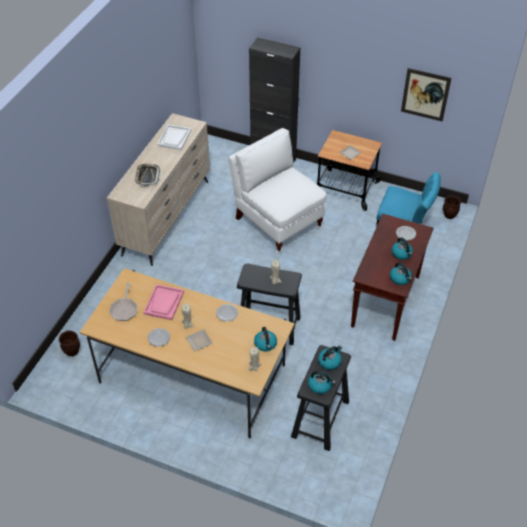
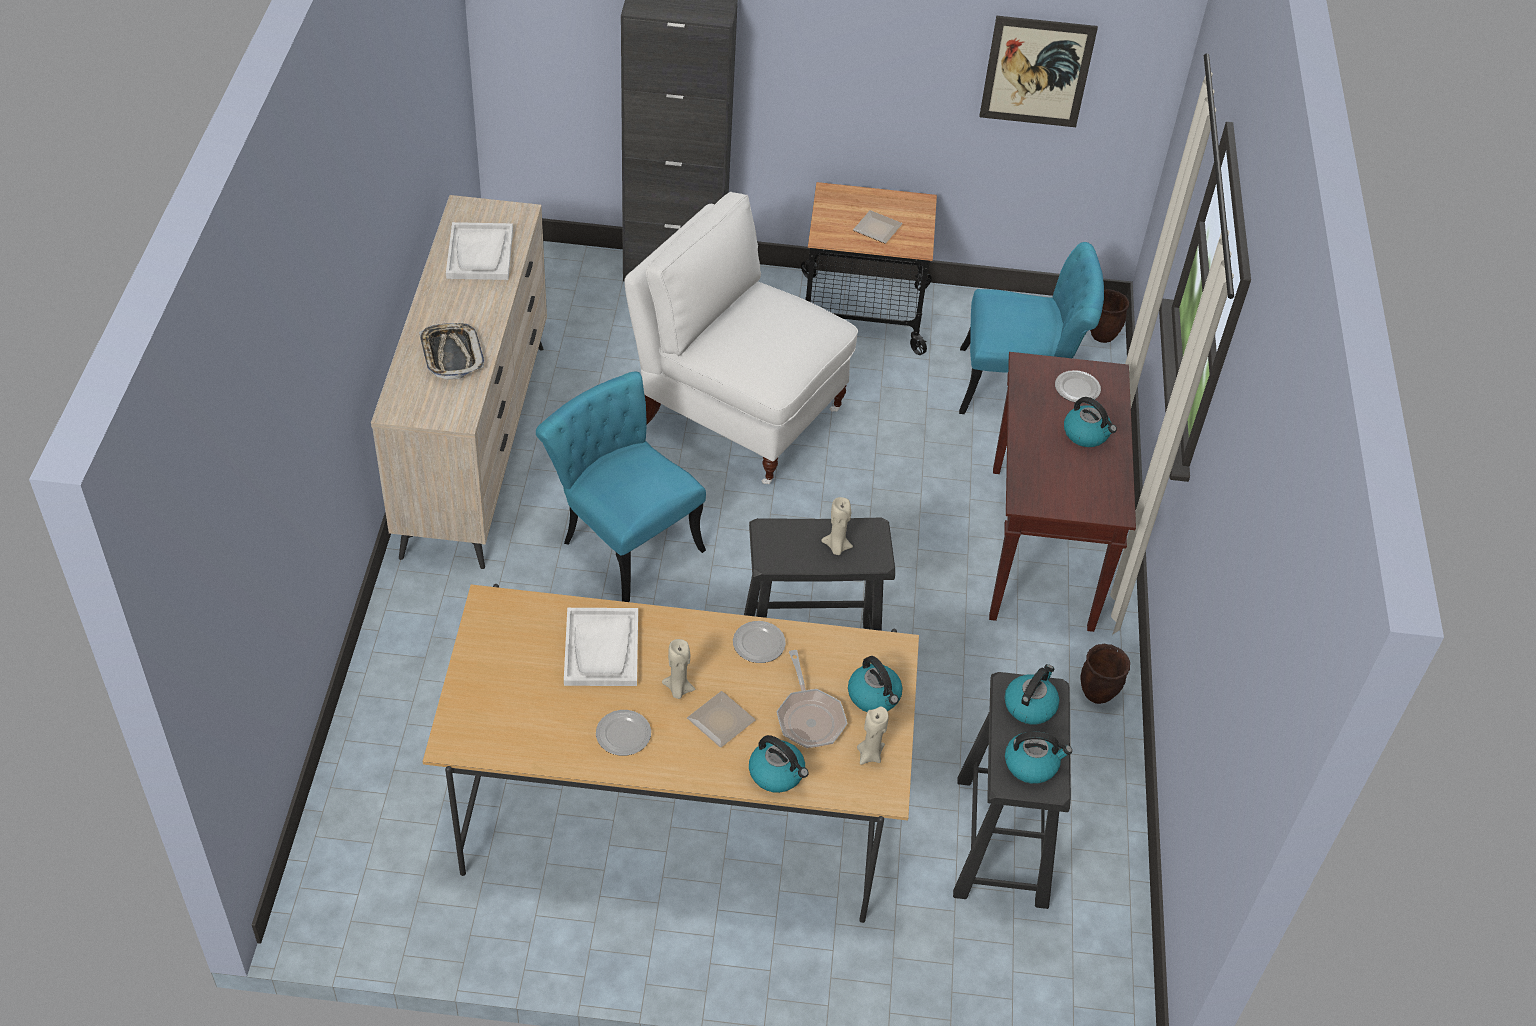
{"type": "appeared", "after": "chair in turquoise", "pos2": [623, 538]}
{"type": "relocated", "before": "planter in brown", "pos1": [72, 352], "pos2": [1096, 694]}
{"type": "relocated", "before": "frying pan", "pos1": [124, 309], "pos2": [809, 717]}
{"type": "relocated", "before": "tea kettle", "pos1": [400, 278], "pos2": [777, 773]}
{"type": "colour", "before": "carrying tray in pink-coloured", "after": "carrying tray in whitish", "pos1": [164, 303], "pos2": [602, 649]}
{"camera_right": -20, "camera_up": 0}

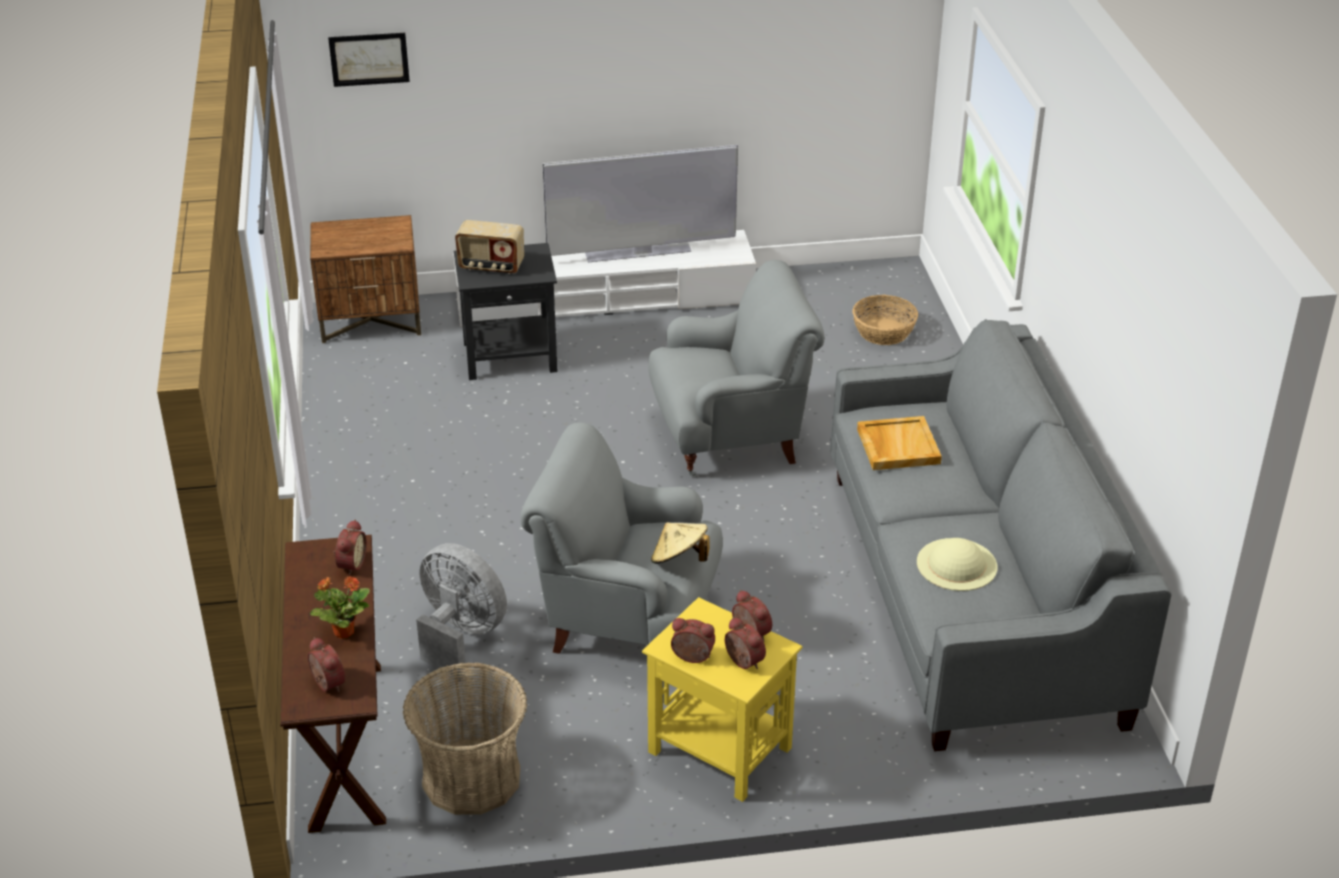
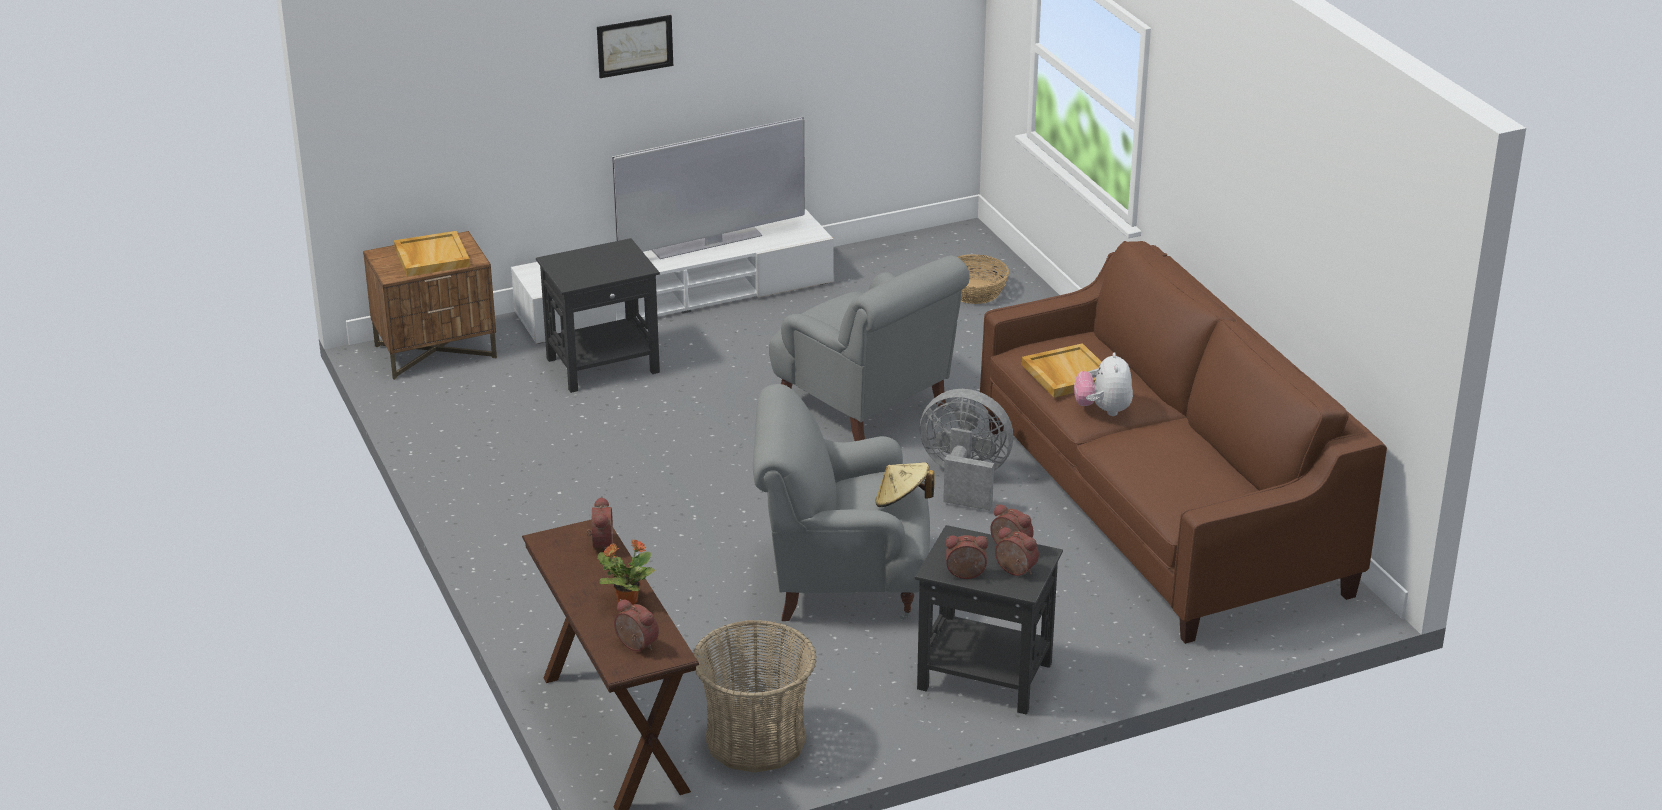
{"type": "missing", "before": "radio", "pos1": [491, 266]}
{"type": "missing", "before": "hat in sand-coloured", "pos1": [957, 564]}
{"type": "appeared", "after": "carrying tray in sand-coloured", "pos2": [431, 257]}
{"type": "appeared", "after": "cuddly toy", "pos2": [1103, 410]}
{"type": "relocated", "before": "wall picture", "pos1": [369, 59], "pos2": [635, 46]}
{"type": "relocated", "before": "electric fan in gray", "pos1": [460, 635], "pos2": [965, 480]}
{"type": "colour", "before": "side table in yellow-coloured", "after": "side table in blackish", "pos1": [718, 749], "pos2": [983, 675]}
{"type": "colour", "before": "couch in gray", "after": "couch in brown", "pos1": [971, 593], "pos2": [1161, 508]}
{"type": "spun", "before": "armchair in gray", "pos1": [731, 437], "pos2": [866, 407], "turn": 75}
{"camera_right": -15, "camera_up": -5}

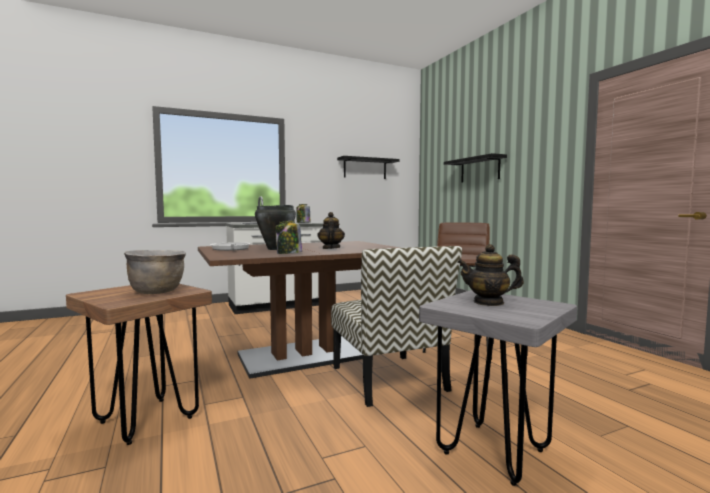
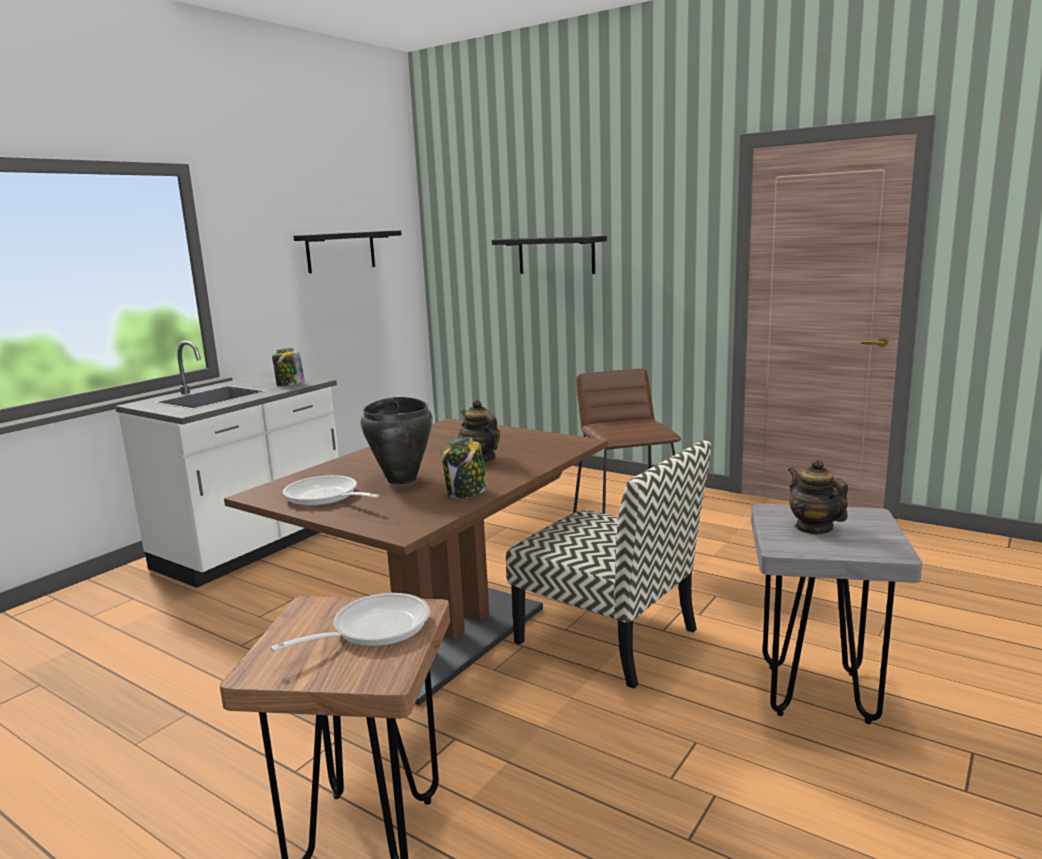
{"type": "exchanged", "before": "stockpot in brown", "after": "frying pan", "pos1": [157, 292], "pos2": [373, 629]}
{"type": "spun", "before": "pot for tea", "pos1": [488, 302], "pos2": [813, 528], "turn": 90}
{"camera_right": -30, "camera_up": 10}

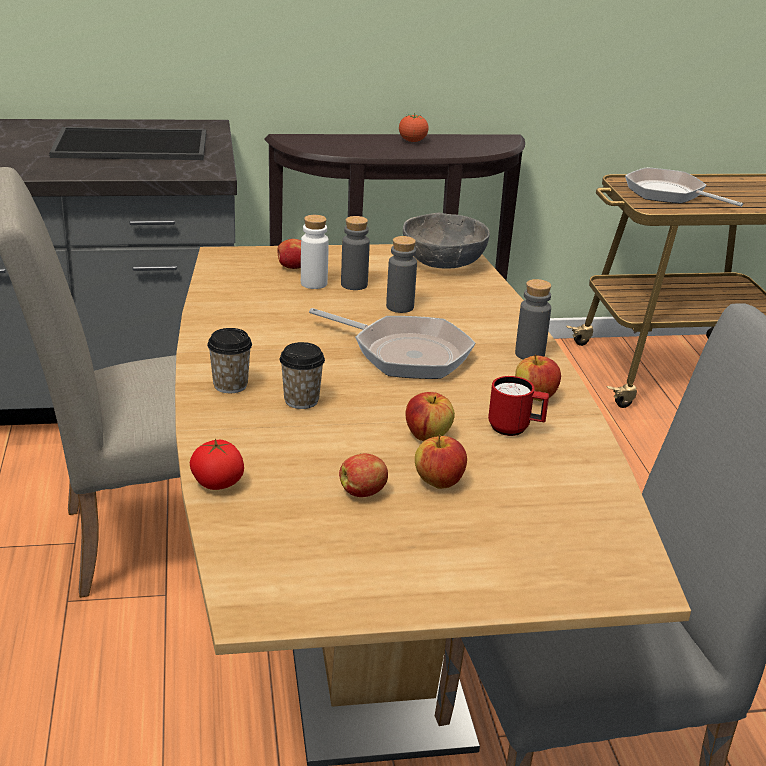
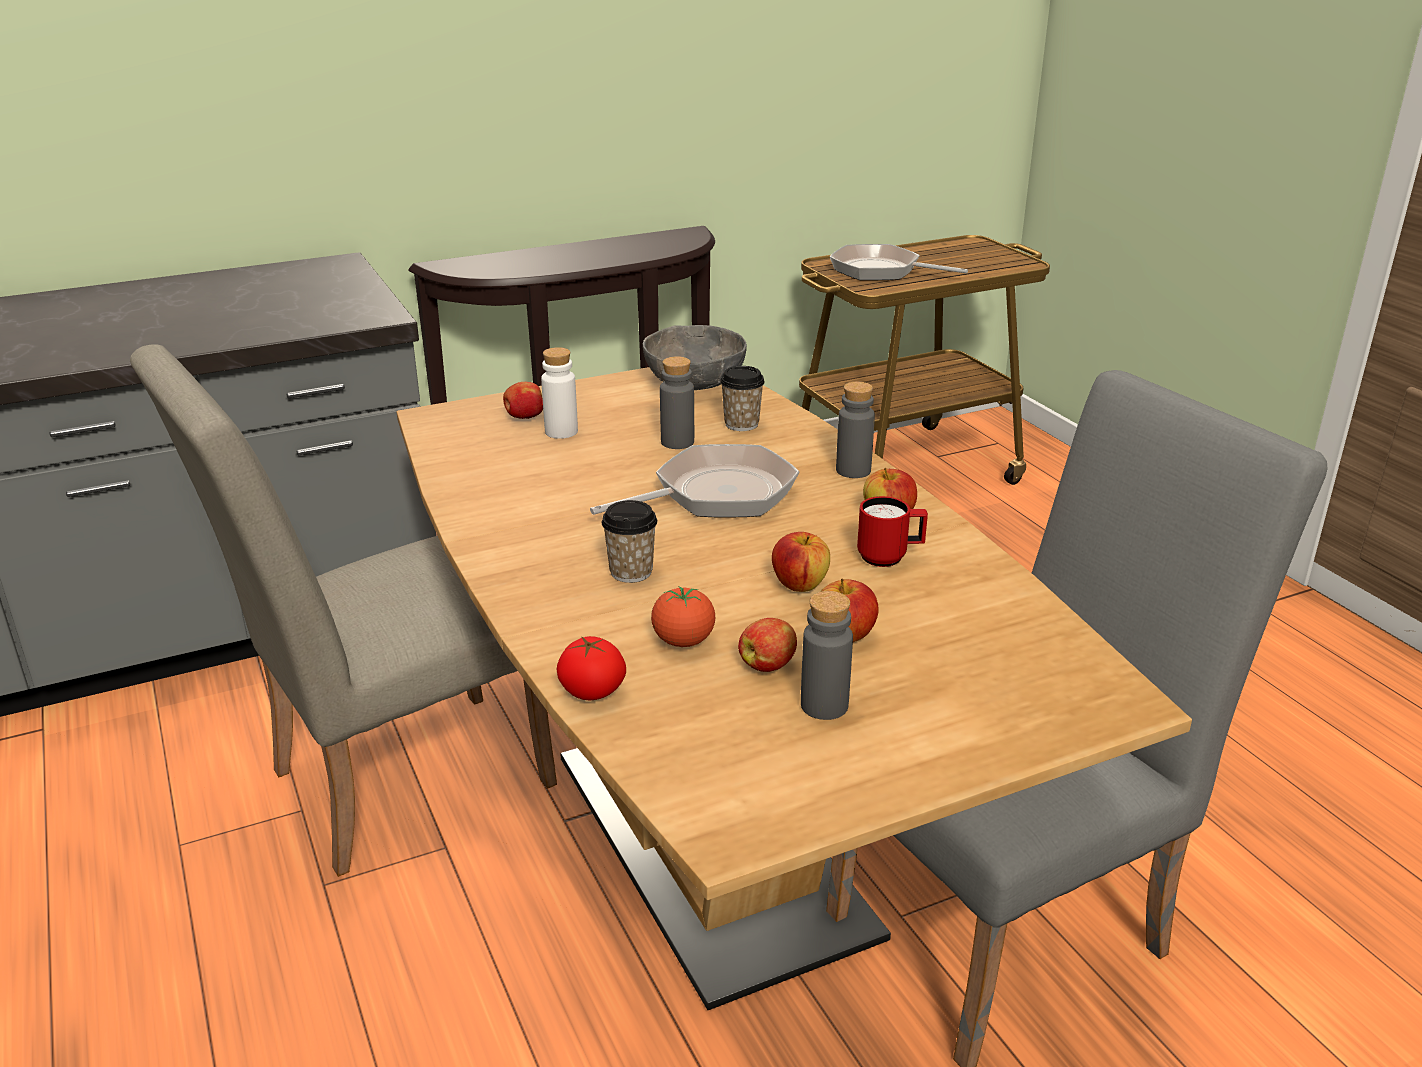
{"type": "missing", "before": "carrying tray", "pos1": [129, 146]}
{"type": "relocated", "before": "drinking cup", "pos1": [230, 385], "pos2": [741, 424]}
{"type": "relocated", "before": "beverage bottle in gray", "pos1": [354, 285], "pos2": [824, 705]}
{"type": "relocated", "before": "fresh tomato", "pos1": [412, 141], "pos2": [683, 641]}
{"type": "spun", "before": "frying pan", "pos1": [405, 353], "pos2": [716, 494], "turn": -45}
{"camera_right": -15, "camera_up": 0}

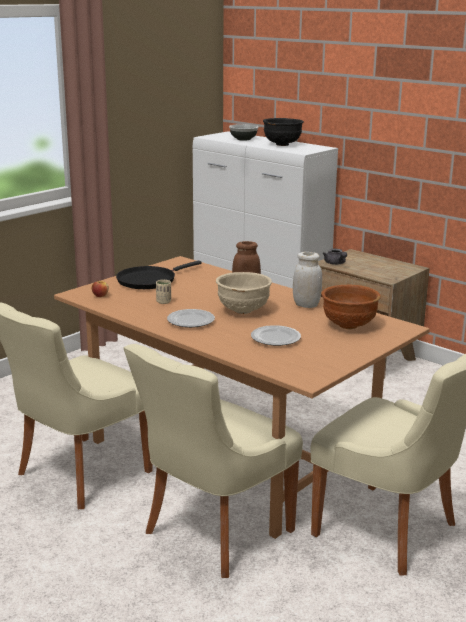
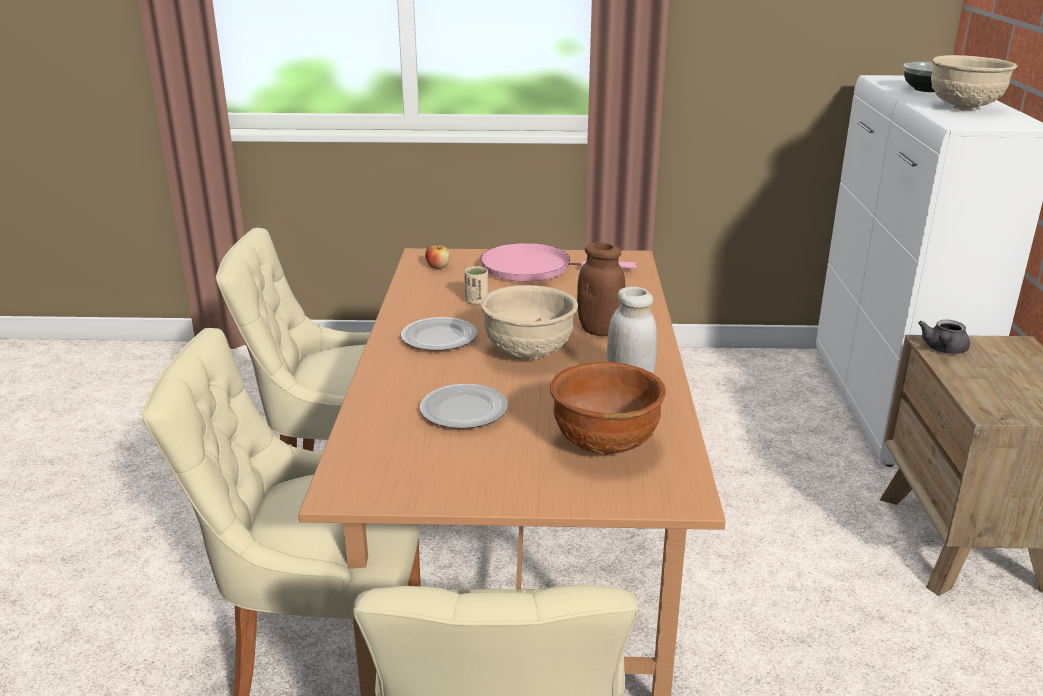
{"type": "colour", "before": "frying pan in blackish", "after": "frying pan in pink-coloured", "pos1": [149, 280], "pos2": [532, 268]}
{"type": "colour", "before": "deep dish in blackish", "after": "deep dish in sand-coloured", "pos1": [283, 145], "pos2": [965, 108]}
{"camera_right": 50, "camera_up": 5}

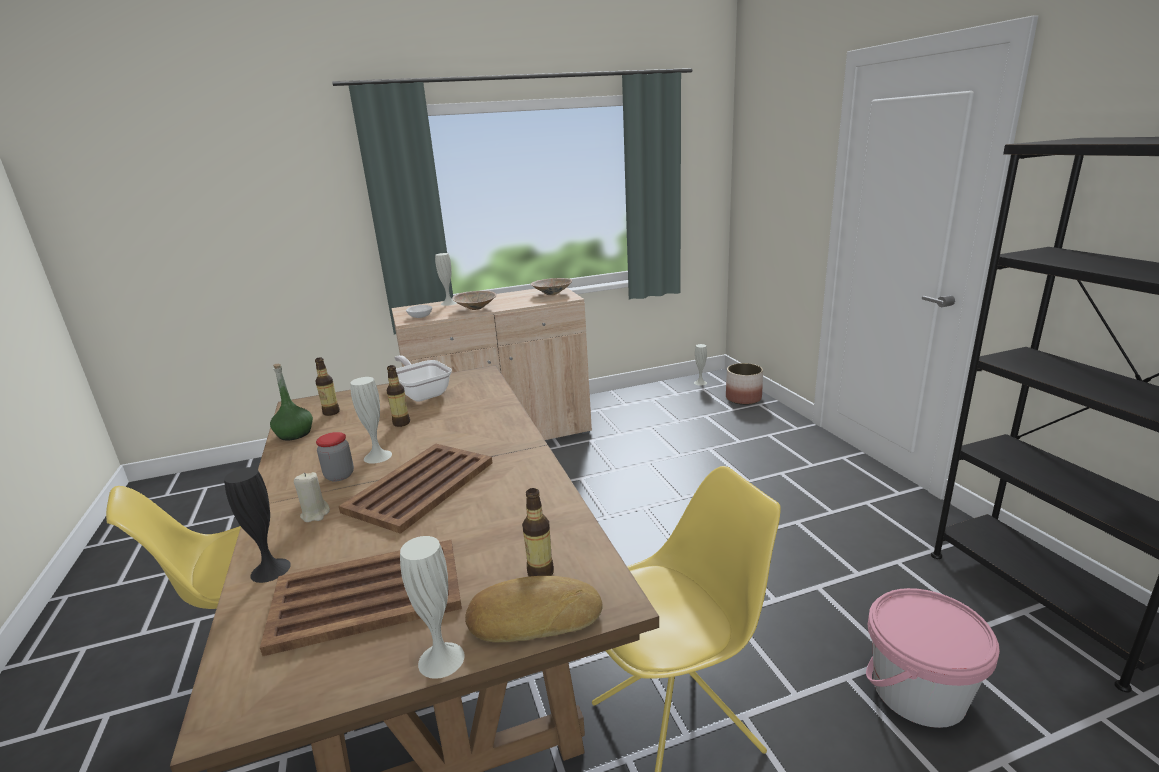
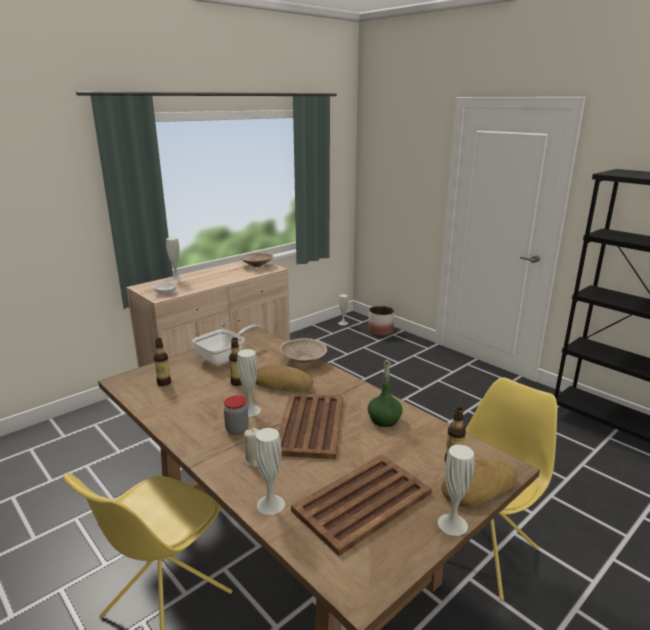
{"type": "missing", "before": "water bucket in pink-coloured", "pos1": [918, 691]}
{"type": "appeared", "after": "bakery bread", "pos2": [283, 383]}
{"type": "relocated", "before": "beverage bottle in green", "pos1": [295, 434], "pos2": [384, 419]}
{"type": "relocated", "before": "deep dish in sand-coloured", "pos1": [476, 309], "pos2": [304, 361]}
{"type": "colour", "before": "vase in blackish", "after": "vase in whitish", "pos1": [270, 570], "pos2": [270, 504]}
{"type": "spun", "before": "frying pan", "pos1": [422, 393], "pos2": [225, 357], "turn": 105}
{"camera_right": -25, "camera_up": 0}

